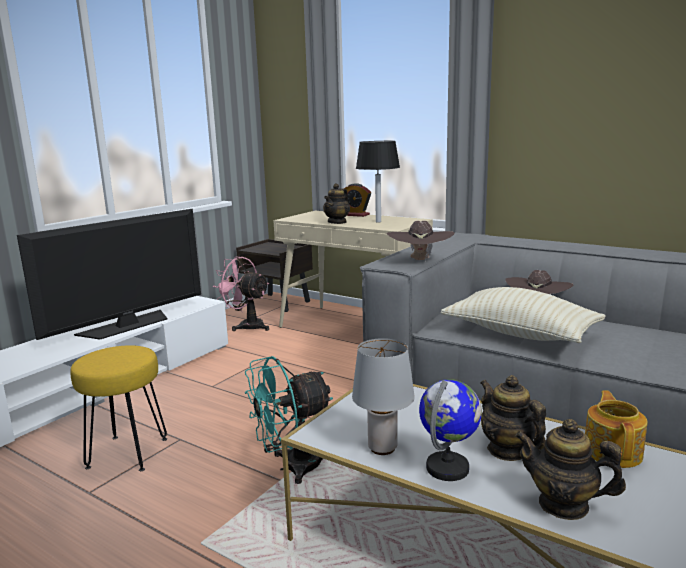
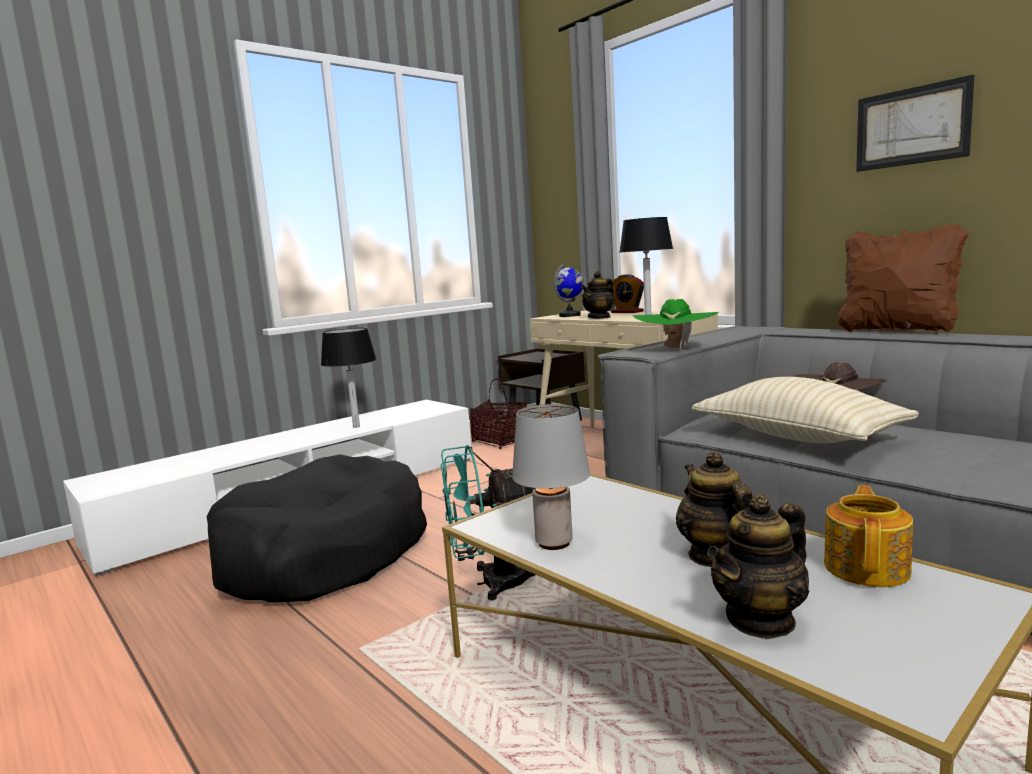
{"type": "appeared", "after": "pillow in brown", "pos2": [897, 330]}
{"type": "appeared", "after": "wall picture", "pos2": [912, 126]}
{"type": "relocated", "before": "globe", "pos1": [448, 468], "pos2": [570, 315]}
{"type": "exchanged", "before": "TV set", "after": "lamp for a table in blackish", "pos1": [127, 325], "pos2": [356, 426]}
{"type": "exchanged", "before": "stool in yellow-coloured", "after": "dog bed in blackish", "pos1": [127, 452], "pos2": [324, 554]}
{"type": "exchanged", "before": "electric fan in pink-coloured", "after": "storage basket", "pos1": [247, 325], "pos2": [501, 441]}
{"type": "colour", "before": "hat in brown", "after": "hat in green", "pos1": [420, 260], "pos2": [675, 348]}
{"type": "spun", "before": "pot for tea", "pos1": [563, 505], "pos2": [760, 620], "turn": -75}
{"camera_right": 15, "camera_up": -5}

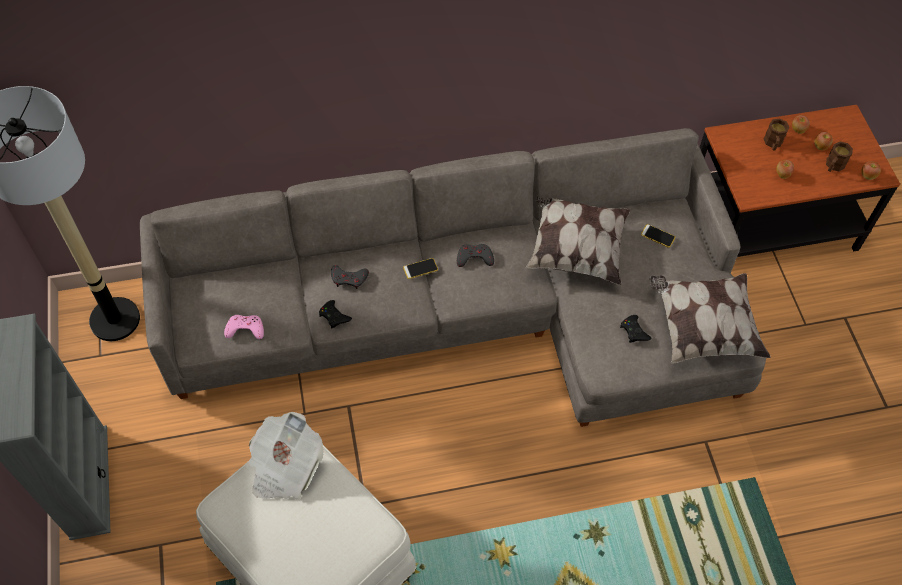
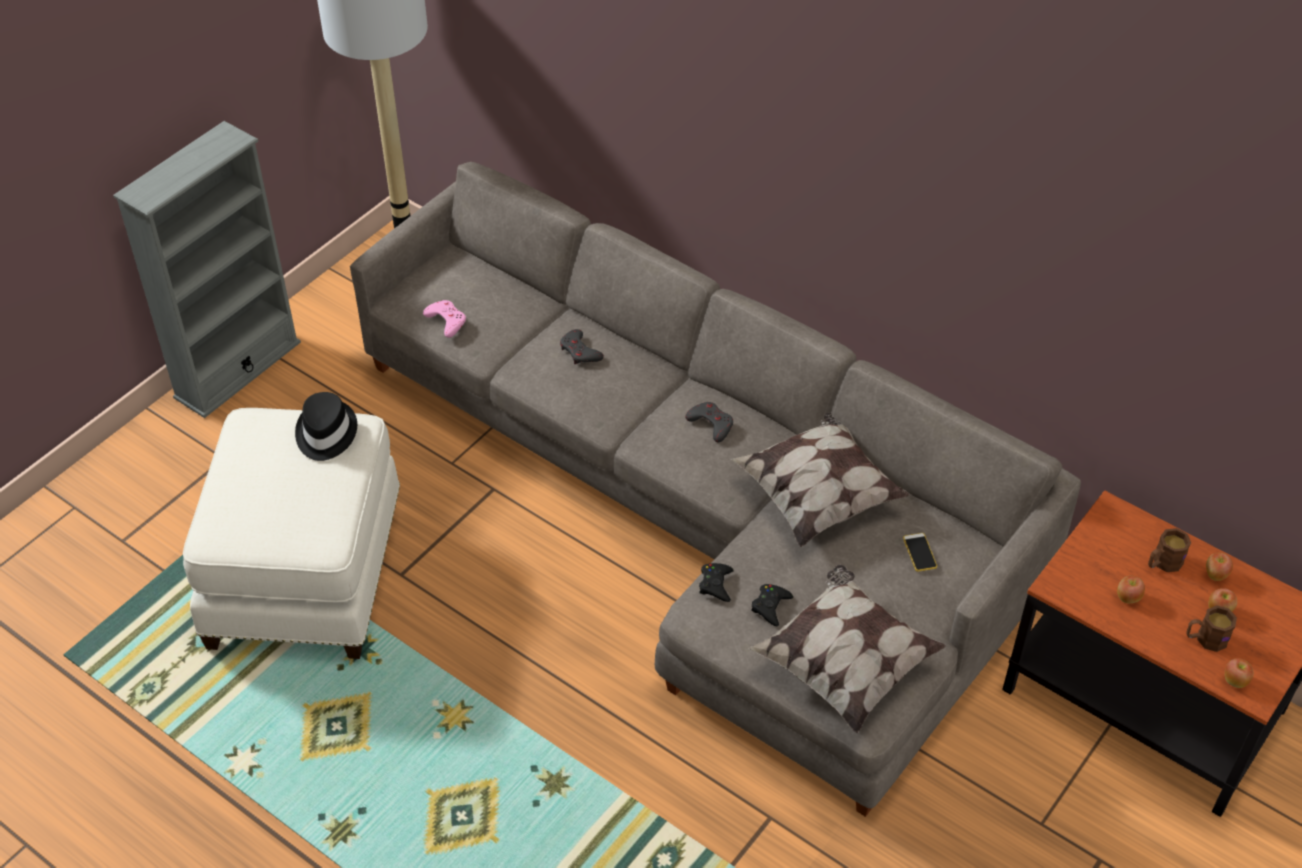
{"type": "missing", "before": "handset", "pos1": [420, 269]}
{"type": "relocated", "before": "game controller in blackish", "pos1": [334, 316], "pos2": [716, 584]}
{"type": "exchanged", "before": "daily paper", "after": "hat in blackish", "pos1": [284, 467], "pos2": [325, 433]}
{"camera_right": 50, "camera_up": -10}

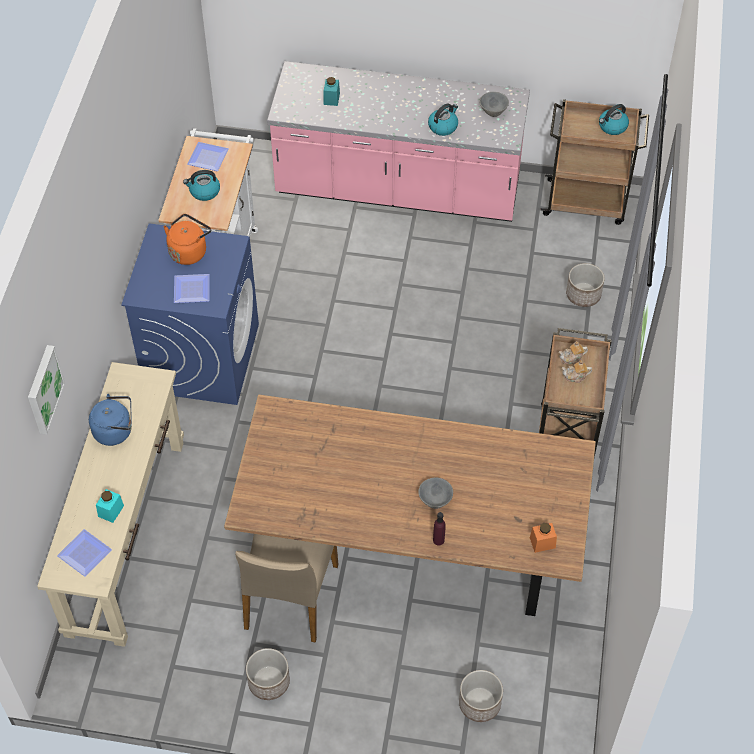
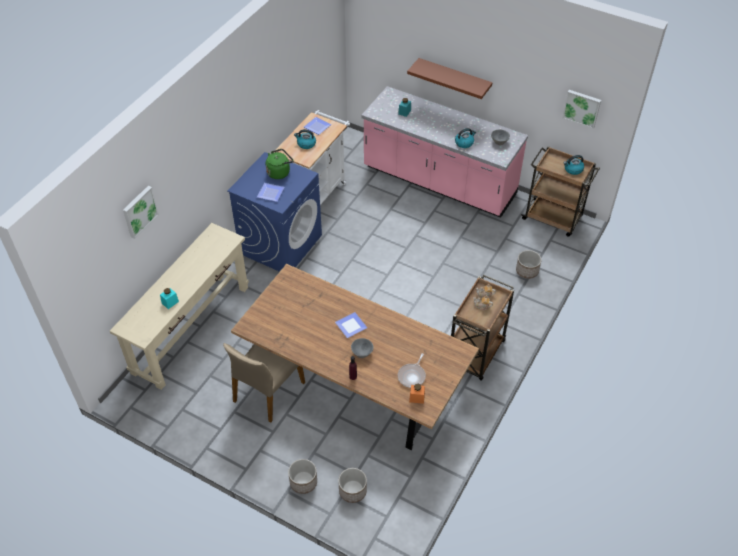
{"type": "missing", "before": "tea kettle in bluish", "pos1": [115, 431]}
{"type": "appeared", "after": "frying pan", "pos2": [412, 376]}
{"type": "appeared", "after": "bracket shelf in brown", "pos2": [454, 78]}
{"type": "appeared", "after": "wall picture", "pos2": [582, 108]}
{"type": "relocated", "before": "plate", "pos1": [83, 554], "pos2": [349, 325]}
{"type": "relocated", "before": "planter", "pos1": [268, 682], "pos2": [303, 482]}
{"type": "colour", "before": "tea kettle in orangey", "after": "tea kettle in green", "pos1": [189, 251], "pos2": [279, 172]}
{"camera_right": 20, "camera_up": -5}

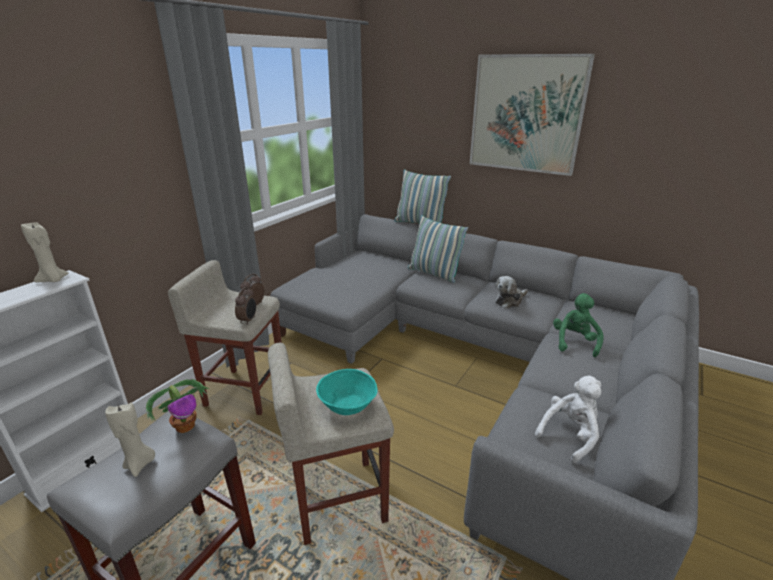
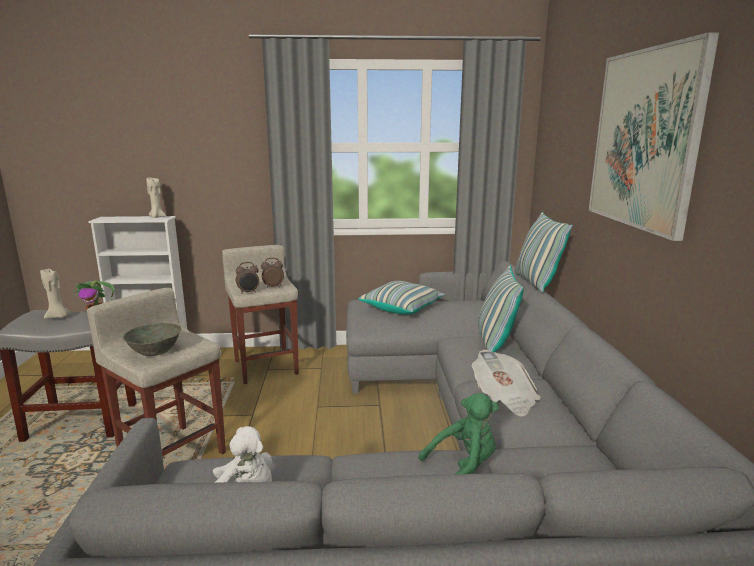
{"type": "appeared", "after": "pillow", "pos2": [402, 308]}
{"type": "exchanged", "before": "cuddly toy", "after": "daily paper", "pos1": [509, 301], "pos2": [504, 398]}
{"type": "colour", "before": "deep dish in turquoise", "after": "deep dish in gray", "pos1": [348, 405], "pos2": [155, 351]}
{"camera_right": 55, "camera_up": -10}

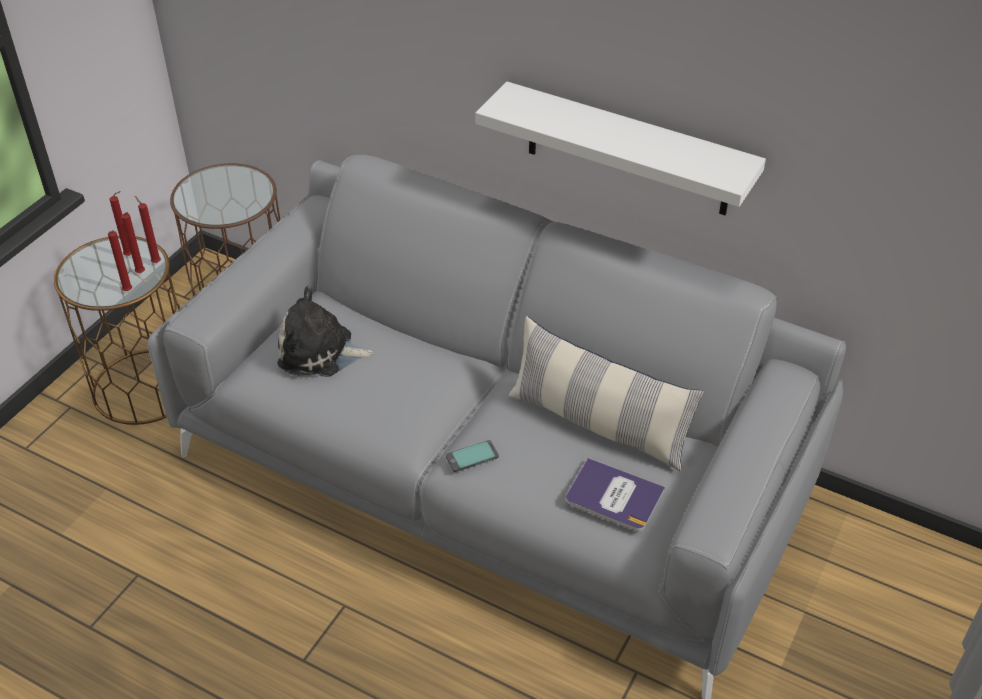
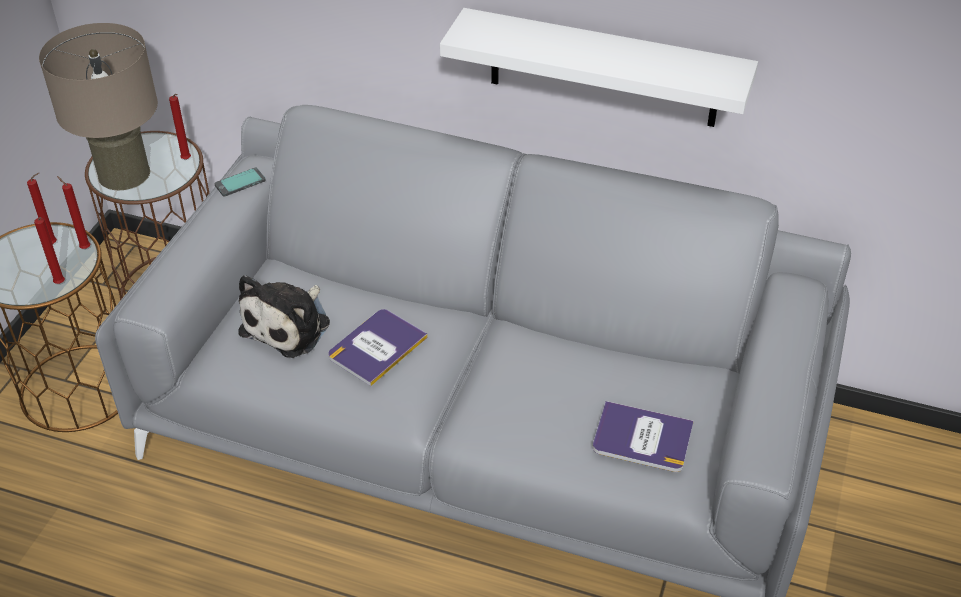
{"type": "missing", "before": "pillow", "pos1": [598, 424]}
{"type": "appeared", "after": "lamp for a table in sand-coloured", "pos2": [124, 174]}
{"type": "appeared", "after": "volume", "pos2": [377, 347]}
{"type": "relocated", "before": "wax light in red-coloured", "pos1": [141, 274], "pos2": [187, 160]}
{"type": "relocated", "before": "handset", "pos1": [472, 457], "pos2": [240, 183]}
{"type": "spun", "before": "cuddly toy", "pos1": [320, 352], "pos2": [289, 325], "turn": -60}
{"camera_right": -10, "camera_up": 0}

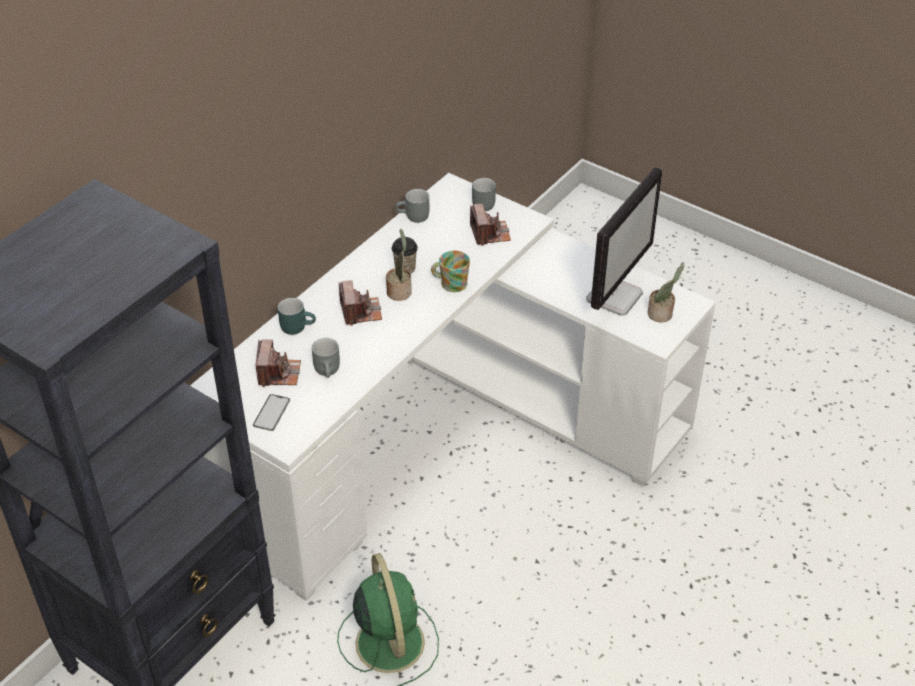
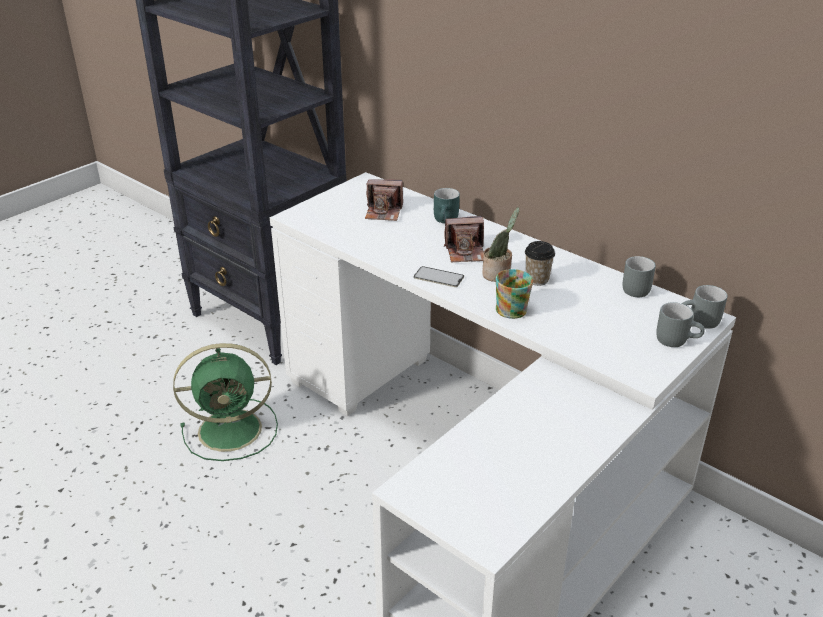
{"type": "missing", "before": "photo camera", "pos1": [490, 233]}
{"type": "missing", "before": "monitor", "pos1": [614, 296]}
{"type": "missing", "before": "plant in a pot", "pos1": [661, 314]}
{"type": "relocated", "before": "handset", "pos1": [271, 413], "pos2": [438, 277]}
{"type": "relocated", "before": "mug in gray", "pos1": [329, 371], "pos2": [700, 322]}
{"camera_right": 95, "camera_up": -10}

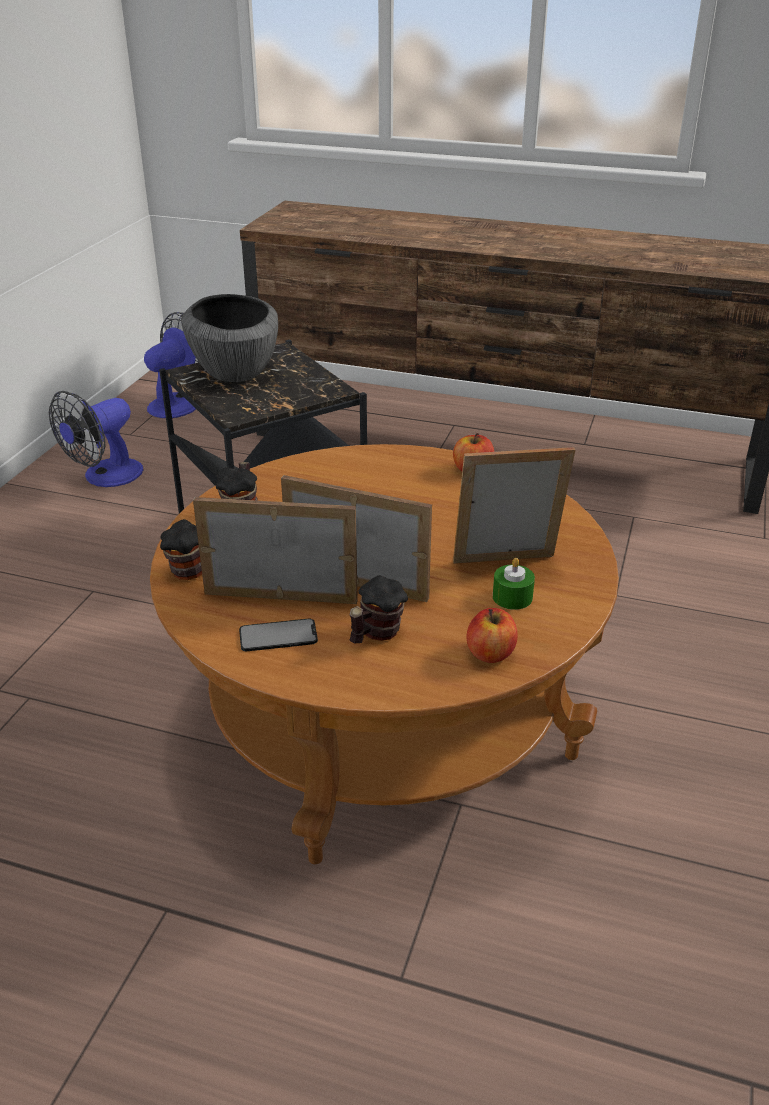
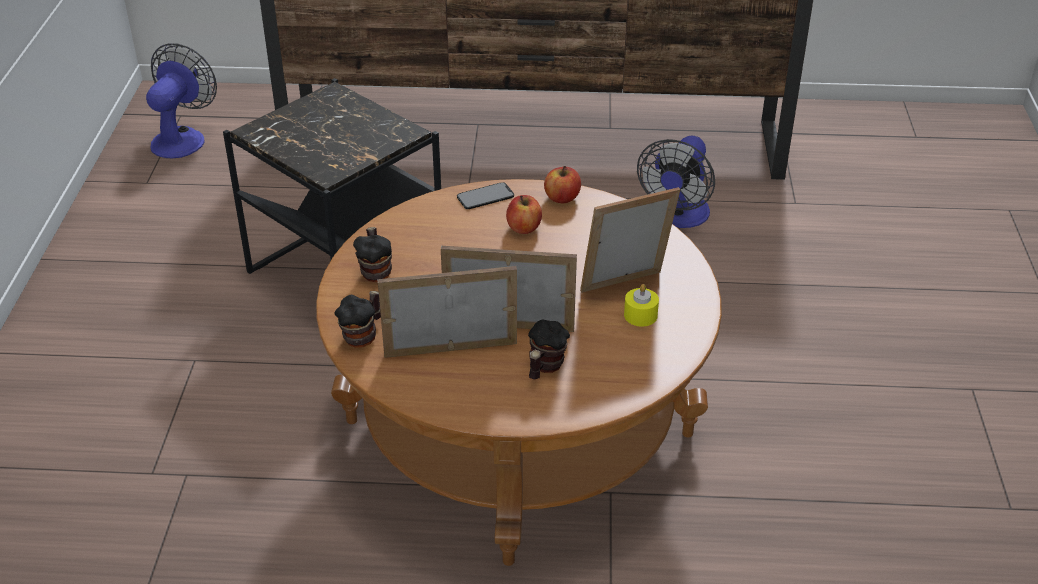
{"type": "missing", "before": "deep dish", "pos1": [235, 374]}
{"type": "relocated", "before": "electric fan", "pos1": [105, 477], "pos2": [678, 217]}
{"type": "relocated", "before": "handset", "pos1": [278, 635], "pos2": [485, 196]}
{"type": "relocated", "before": "whole apple", "pos1": [490, 653], "pos2": [524, 228]}
{"type": "colour", "before": "wax light in green", "after": "wax light in yellow-coloured", "pos1": [512, 597], "pos2": [640, 315]}
{"camera_right": -15, "camera_up": 5}

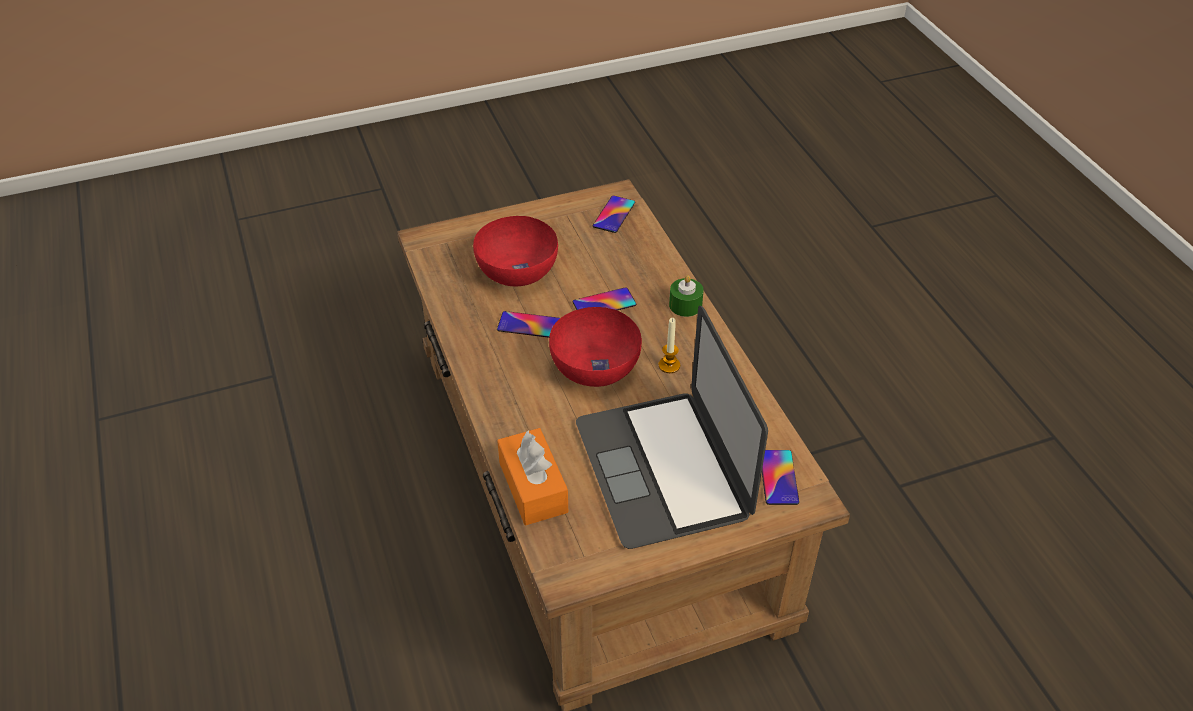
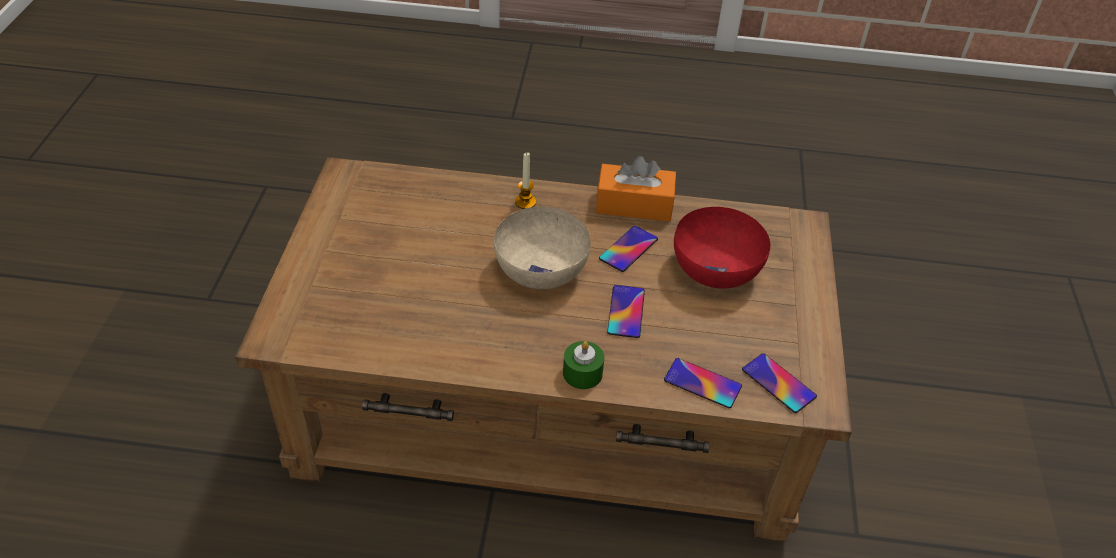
{"type": "missing", "before": "portable computer", "pos1": [663, 468]}
{"type": "relocated", "before": "tissue box in orangey", "pos1": [533, 487], "pos2": [634, 205]}
{"type": "relocated", "before": "wax light", "pos1": [669, 365], "pos2": [525, 202]}
{"type": "relocated", "before": "handset", "pos1": [778, 477], "pos2": [702, 383]}
{"type": "colour", "before": "deep dish in red-coloured", "after": "deep dish in sand-coloured", "pos1": [594, 366], "pos2": [542, 270]}
{"camera_right": 115, "camera_up": 0}

